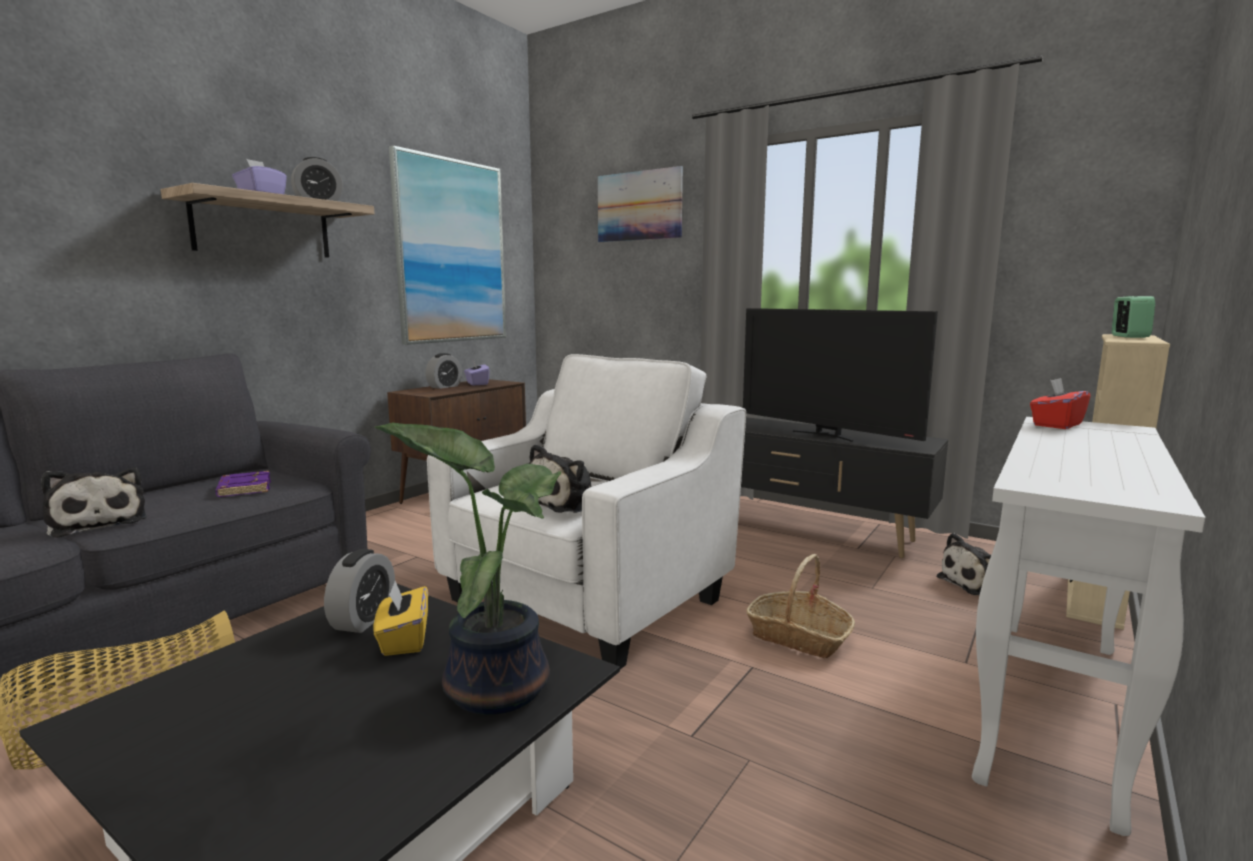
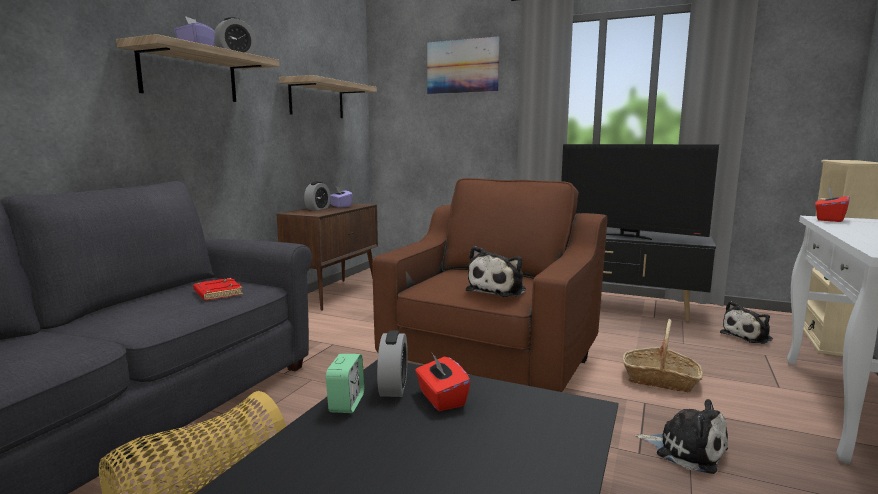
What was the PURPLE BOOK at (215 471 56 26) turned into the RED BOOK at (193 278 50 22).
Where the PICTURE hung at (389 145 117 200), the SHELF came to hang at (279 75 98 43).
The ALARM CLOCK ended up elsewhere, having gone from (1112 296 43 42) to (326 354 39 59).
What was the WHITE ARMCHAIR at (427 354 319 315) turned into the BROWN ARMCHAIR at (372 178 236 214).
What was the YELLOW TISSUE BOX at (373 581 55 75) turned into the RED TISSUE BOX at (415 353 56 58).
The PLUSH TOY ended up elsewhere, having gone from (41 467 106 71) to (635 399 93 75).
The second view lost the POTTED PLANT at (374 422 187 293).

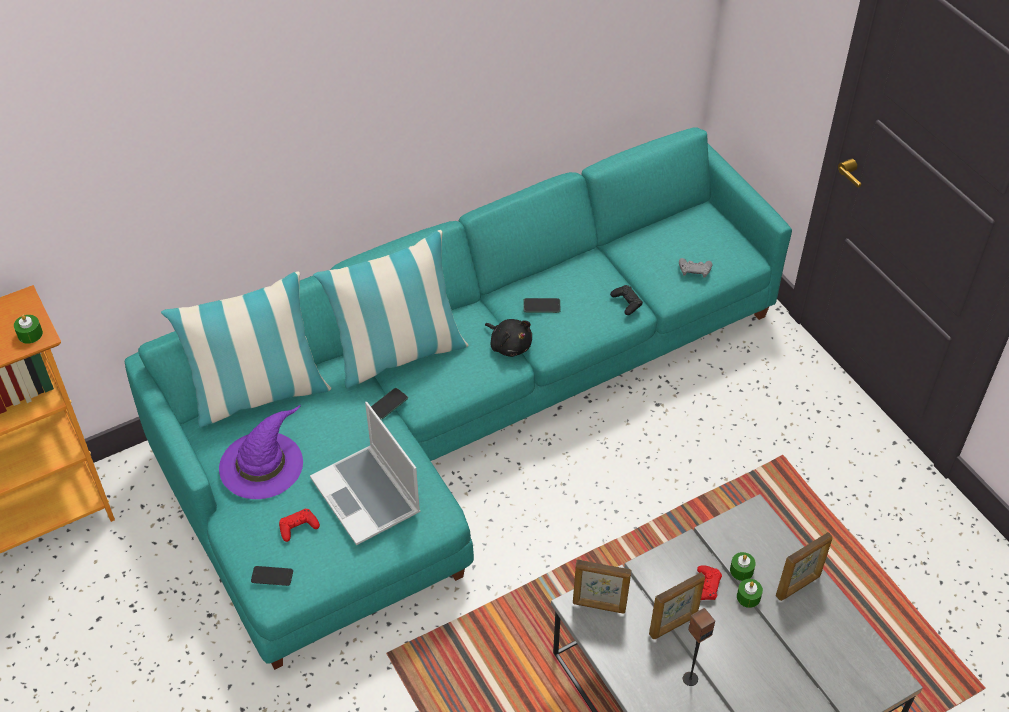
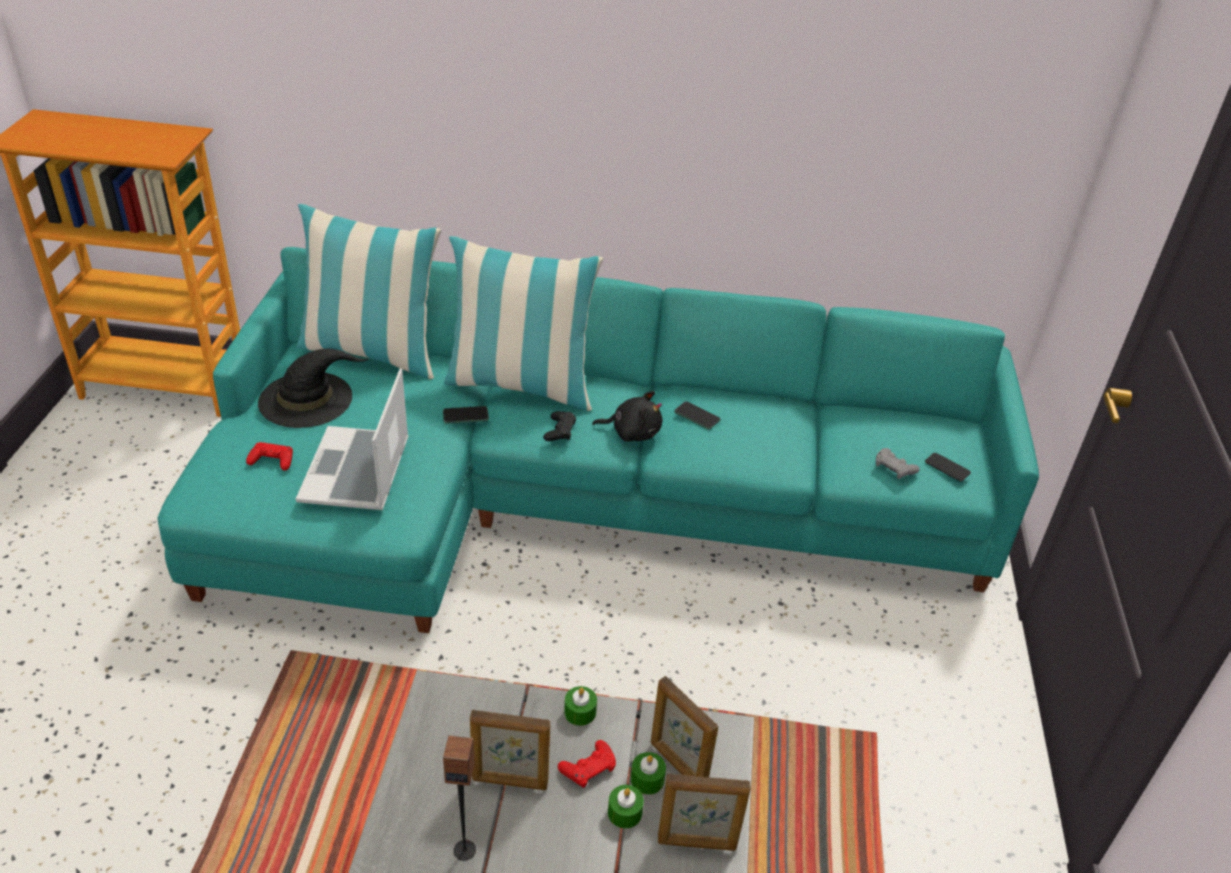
What was the PURPLE HAT at (219 405 84 94) turned into the BLACK HAT at (258 348 111 80).
The BLACK GAME CONTROLLER ended up elsewhere, having gone from (610 285 33 30) to (543 411 33 30).
The GREEN CANDLE ended up elsewhere, having gone from (14 314 29 30) to (564 686 33 40).
The BLACK PLUSH TOY at (485 319 47 38) ended up facing another way, 75 degrees counterclockwise from before.
The PICTURE FRAME ended up elsewhere, having gone from (573 559 58 55) to (651 676 67 101).
The PHONE ended up elsewhere, having gone from (251 566 42 20) to (925 453 46 29).

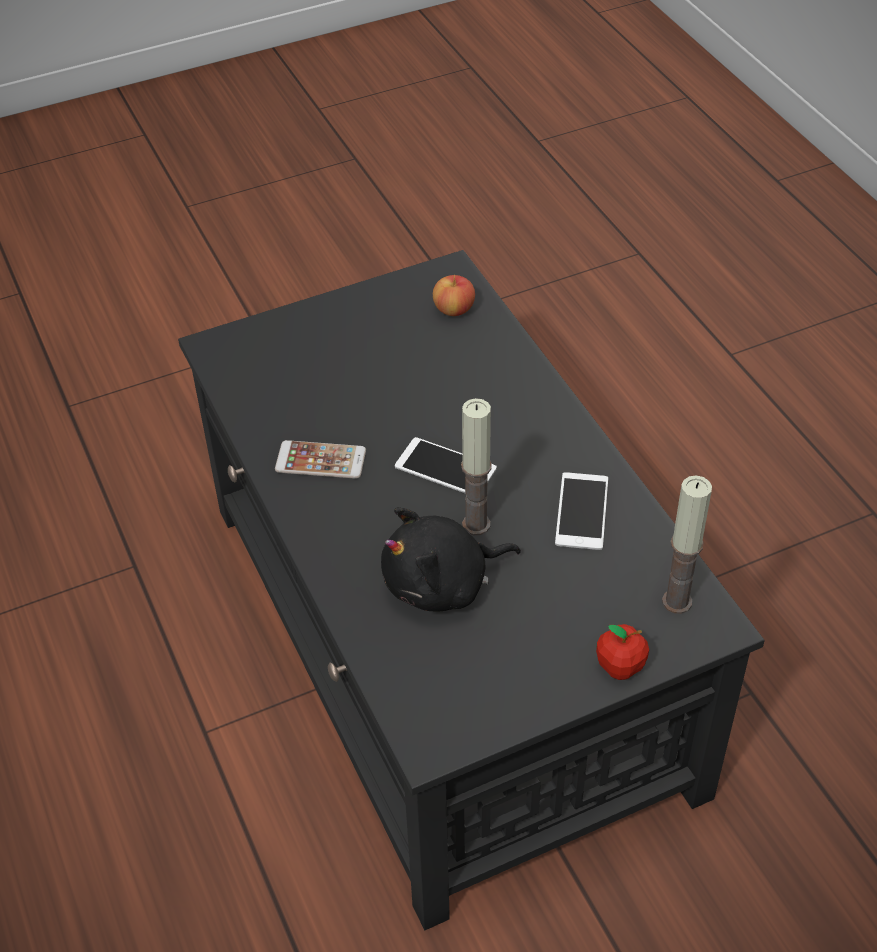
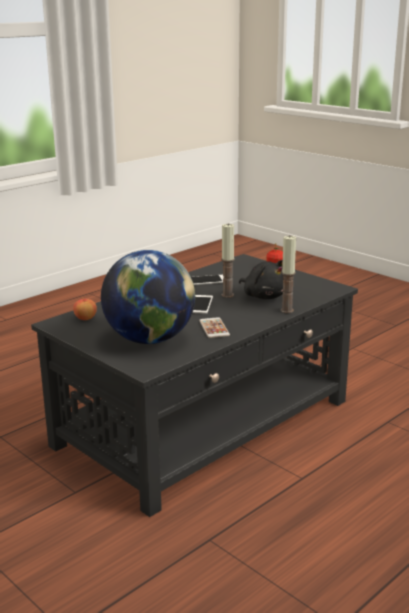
The second view gained the GLOBE at (101 250 94 94).
The CANDLE ended up elsewhere, having gone from (662 475 50 139) to (280 236 16 77).

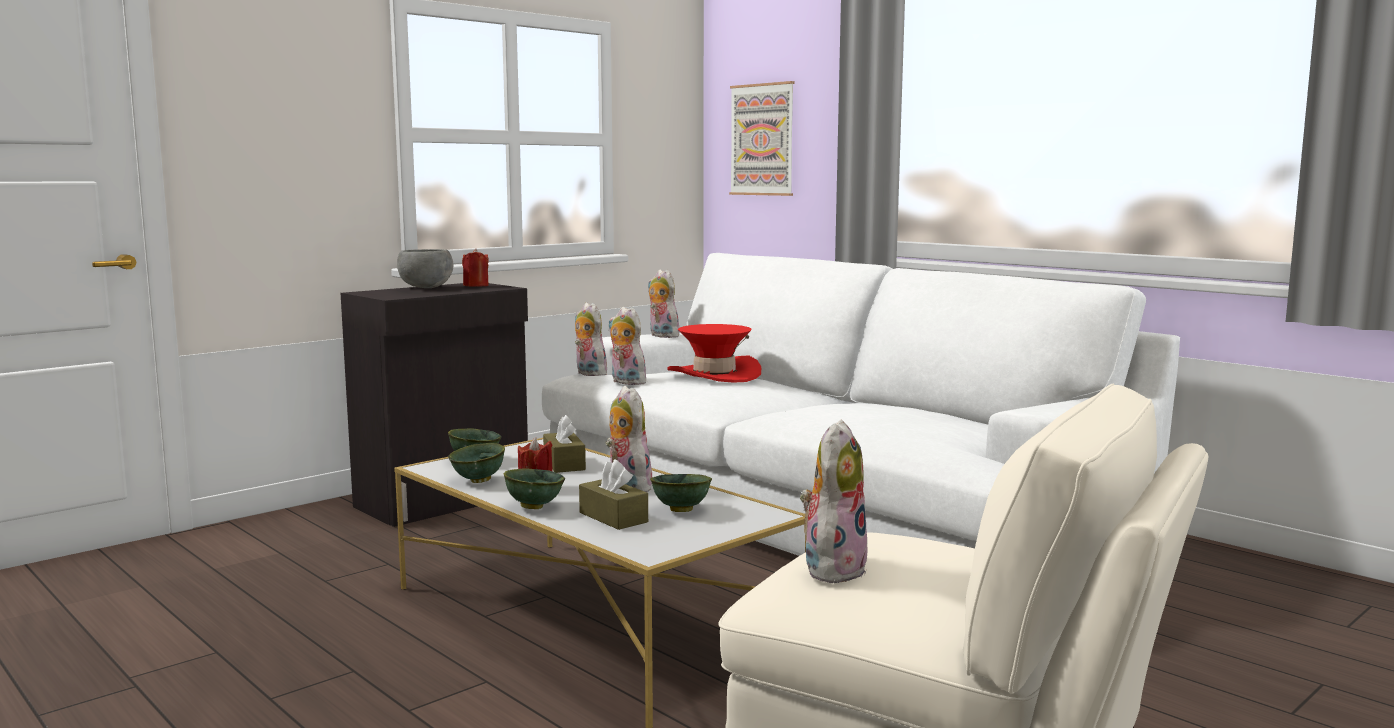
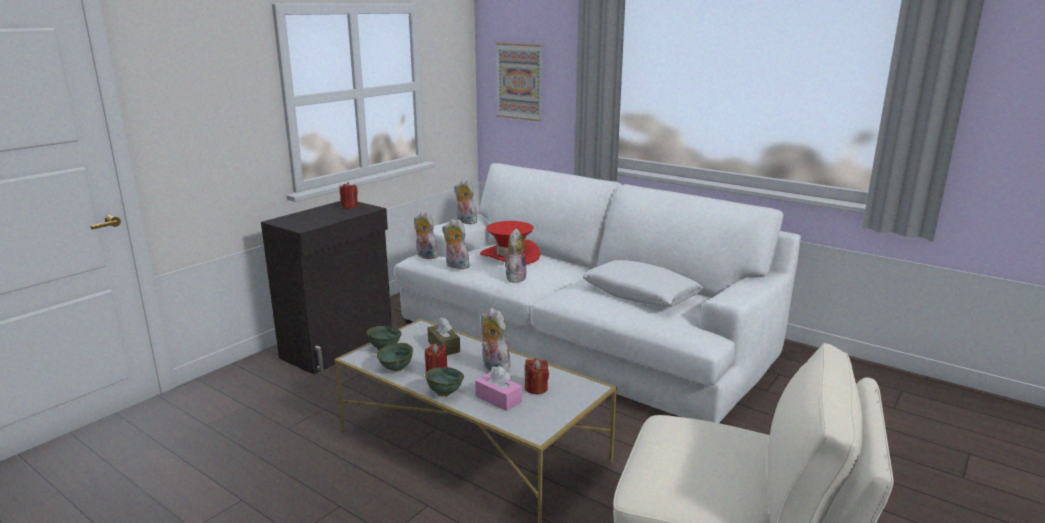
What was the BROWN TISSUE BOX at (579 460 69 70) turned into the PINK TISSUE BOX at (475 366 47 45).
The PLUSH TOY ended up elsewhere, having gone from (800 420 68 163) to (503 228 23 55).
Where the GREEN BOWL stood at (650 474 62 38), the RED CANDLE came to stand at (525 358 24 36).
The second view gained the WHITE PILLOW at (582 260 121 47).
The second view lost the GREY BOWL at (397 249 56 39).

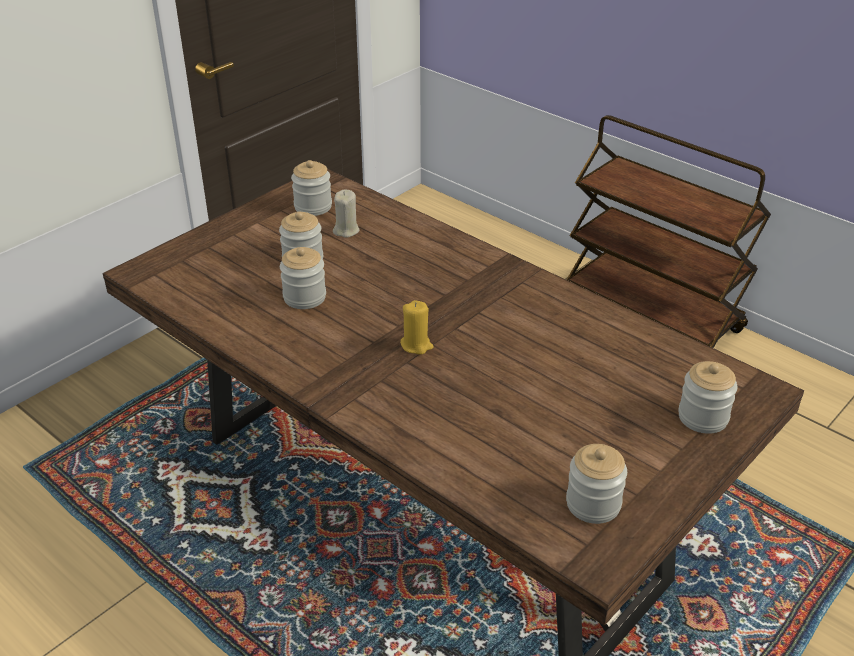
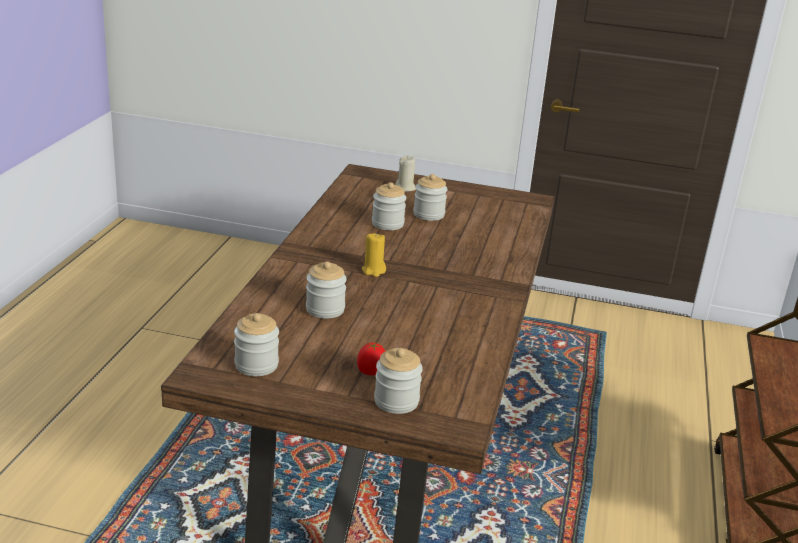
The JAR ended up elsewhere, having gone from (291 160 41 56) to (306 261 41 58).
The second view gained the TOMATO at (357 343 28 32).
The BEIGE CANDLE ended up elsewhere, having gone from (333 190 27 48) to (395 156 21 36).

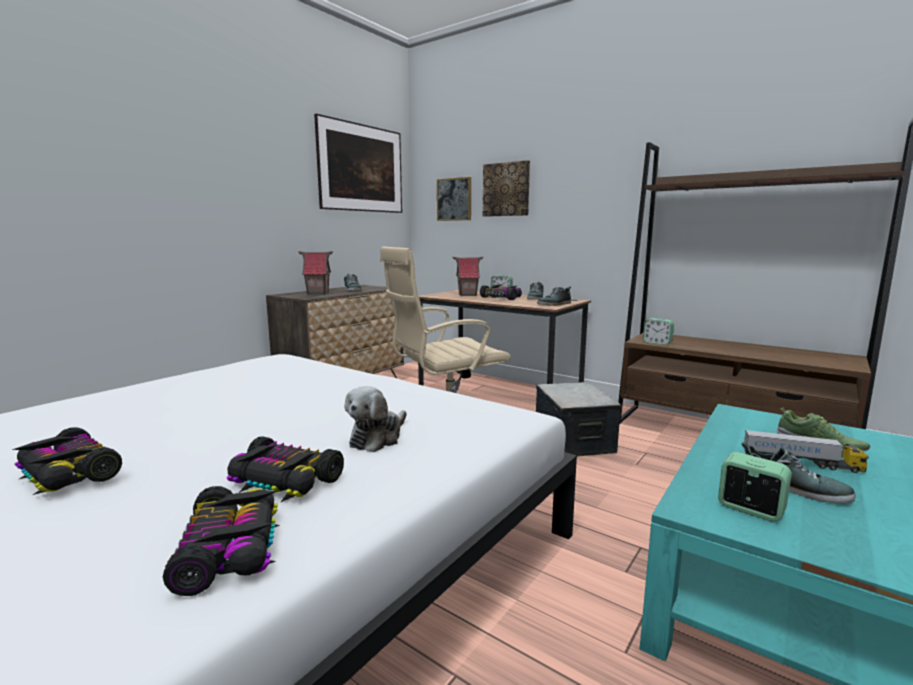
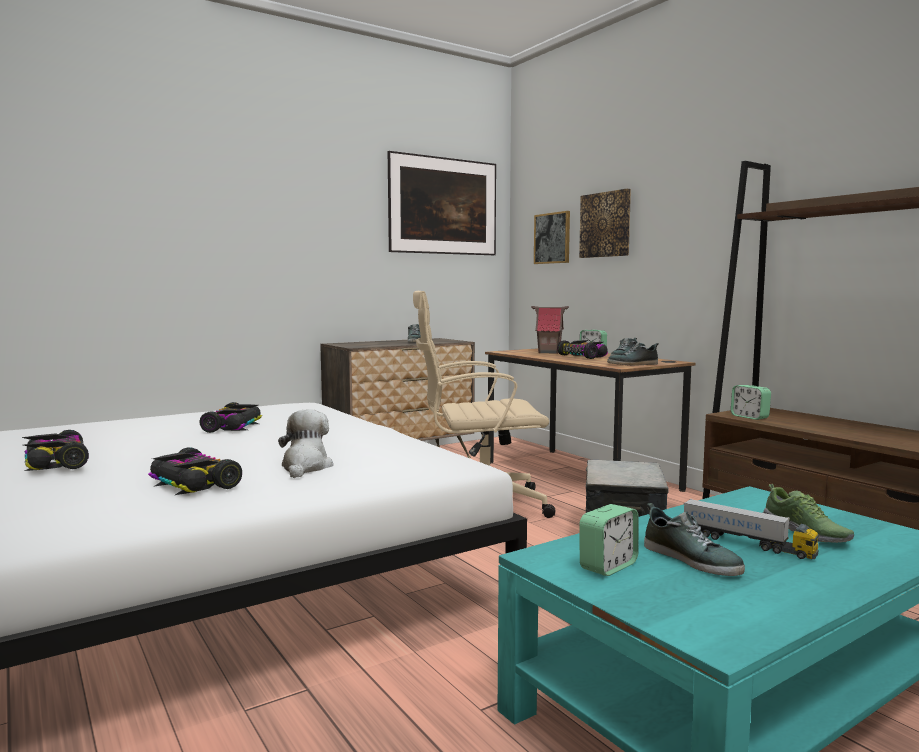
The TOY CAR ended up elsewhere, having gone from (163 486 118 110) to (199 402 63 31).
The PLUSH TOY at (344 386 62 66) ended up facing another way, 135 degrees clockwise from before.
The ALARM CLOCK at (718 452 74 70) ended up facing another way, 75 degrees clockwise from before.
The second view lost the TOY HOUSE at (298 251 35 44).

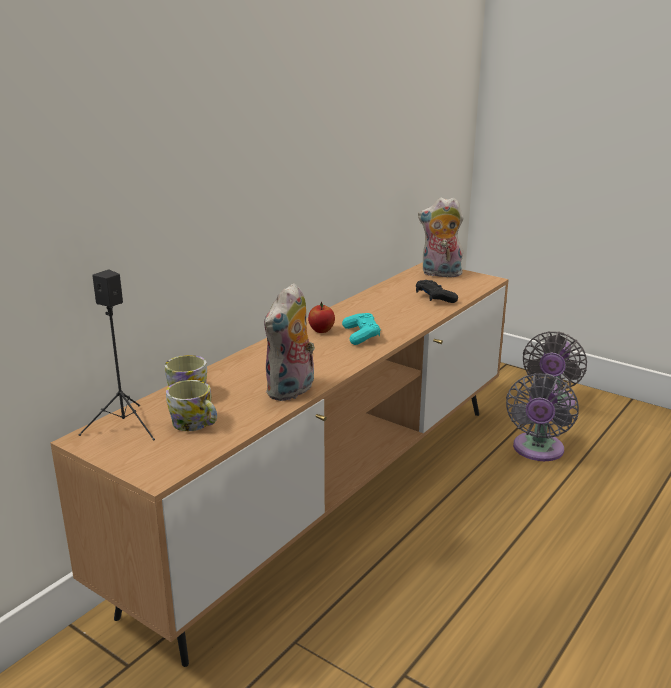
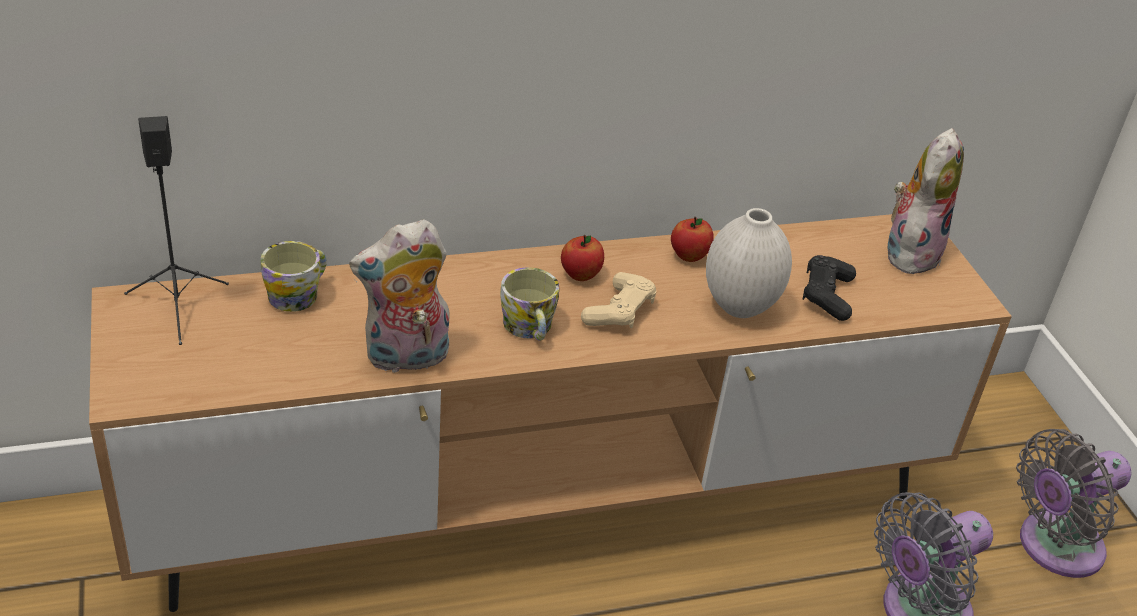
The MUG ended up elsewhere, having gone from (166 380 51 51) to (500 267 59 74).
What was the TURQUOISE GAME CONTROLLER at (342 313 38 32) turned into the BEIGE GAME CONTROLLER at (581 272 76 57).
The second view gained the APPLE at (671 217 43 45).
The second view gained the WHITE VASE at (706 208 86 110).
The PLUSH TOY at (418 197 46 80) ended up facing another way, 75 degrees clockwise from before.

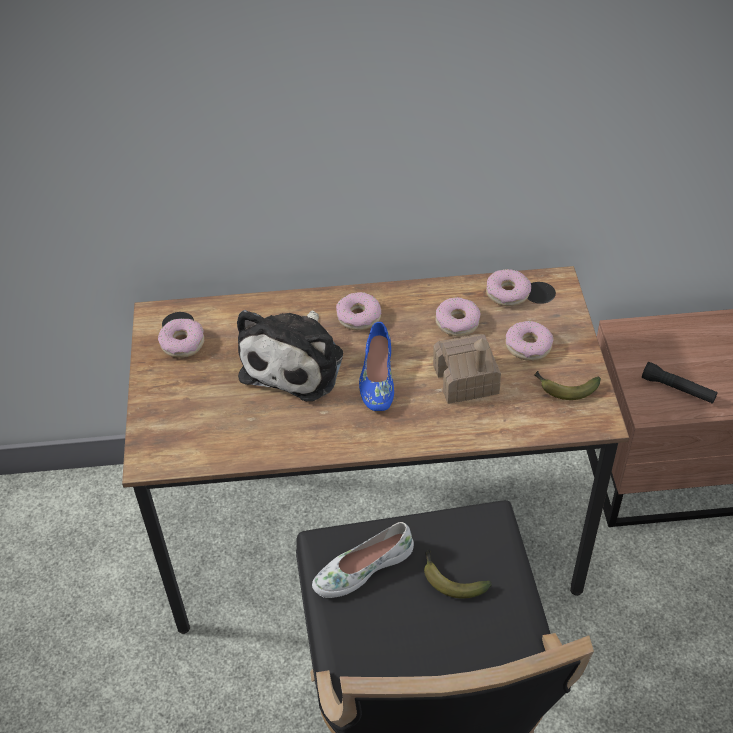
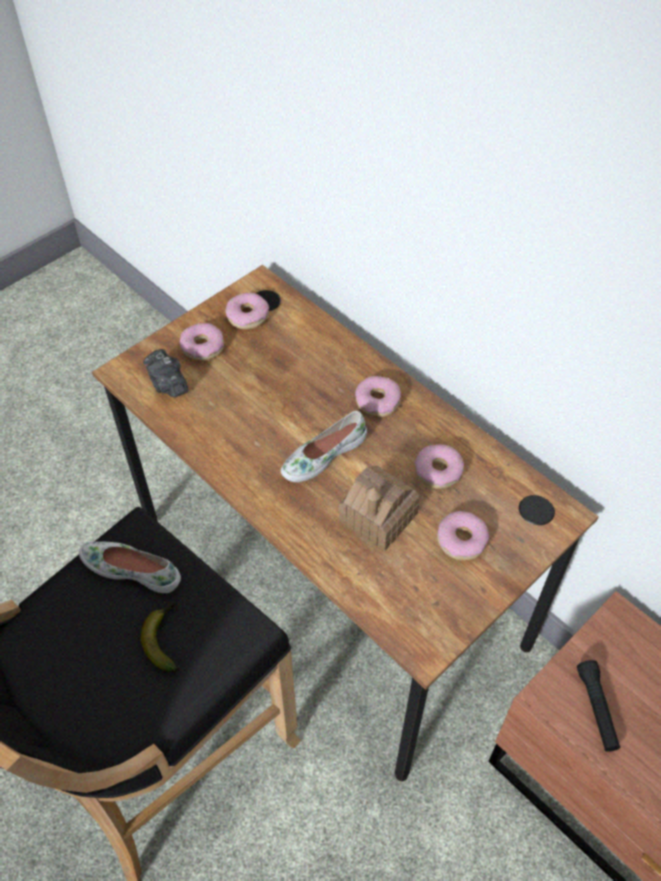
The second view gained the PHOTO CAMERA at (143 349 45 48).
The DONUT ended up elsewhere, having gone from (486 269 45 37) to (180 323 44 38).
What was the BLUE SHOE at (359 322 35 89) turned into the WHITE SHOE at (281 411 86 71).
The second view lost the PLUSH TOY at (237 310 106 91).
The second view lost the BANANA at (534 371 67 29).

